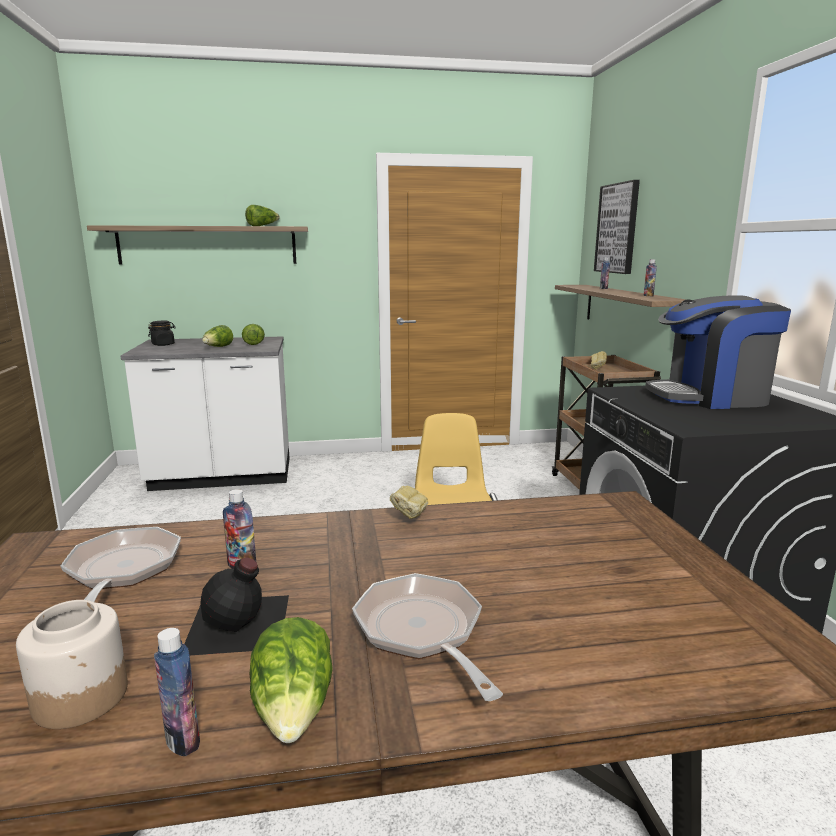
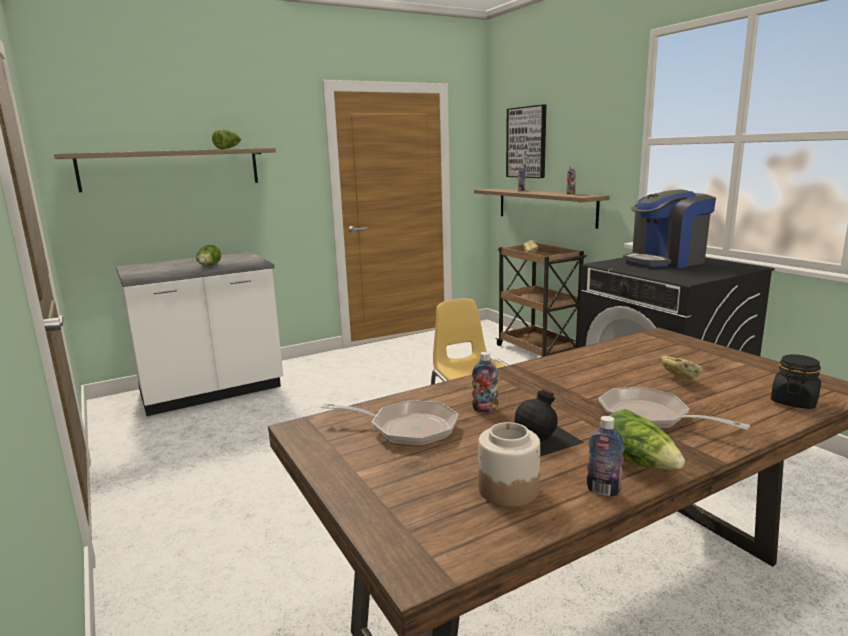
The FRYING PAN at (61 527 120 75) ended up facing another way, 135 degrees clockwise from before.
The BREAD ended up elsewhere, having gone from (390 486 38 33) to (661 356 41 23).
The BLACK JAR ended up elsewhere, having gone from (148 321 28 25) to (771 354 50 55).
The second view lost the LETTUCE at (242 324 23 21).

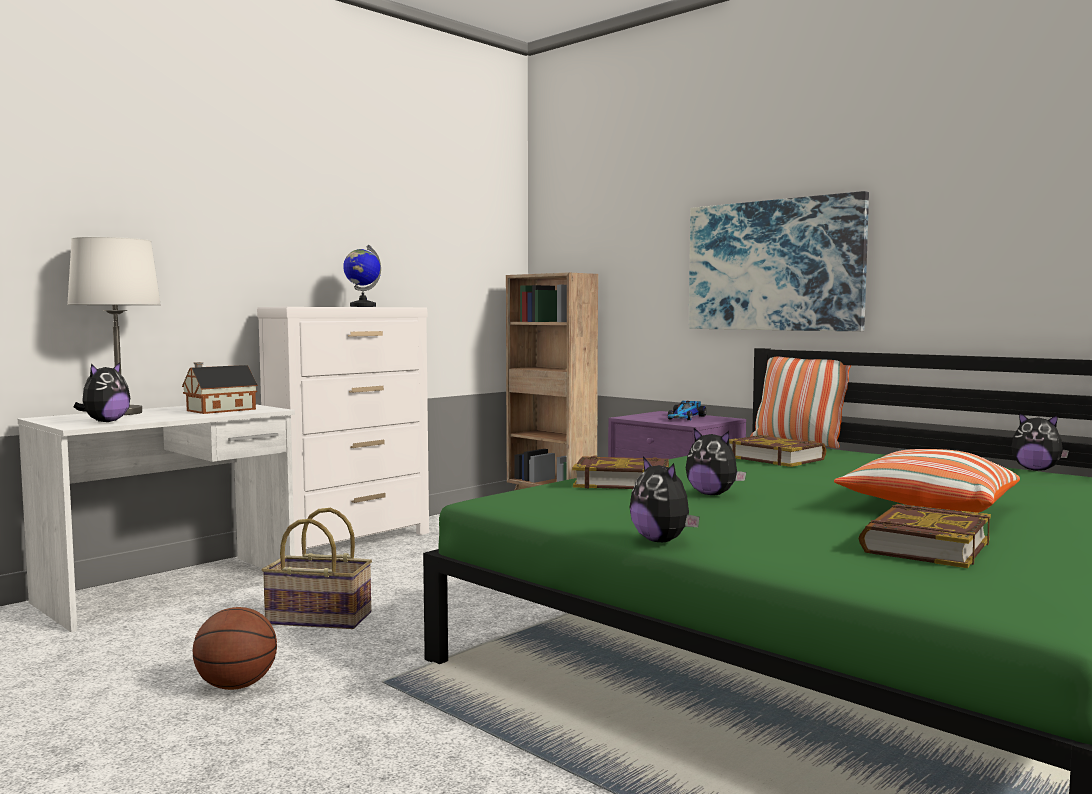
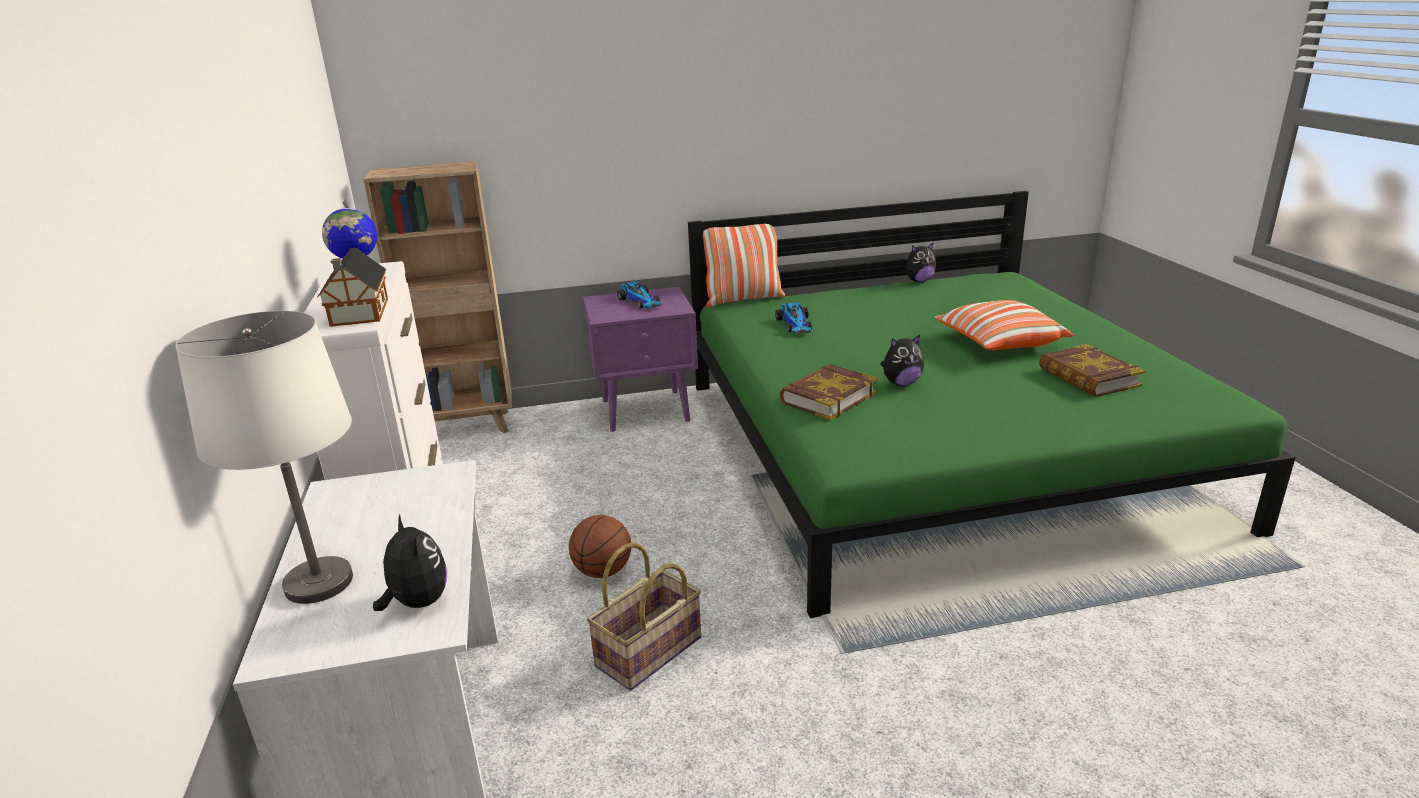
The TOY HOUSE ended up elsewhere, having gone from (182 362 76 52) to (317 248 71 79).
The BASKETBALL ended up elsewhere, having gone from (193 607 84 83) to (569 515 62 63).
Where the BOOK stood at (729 435 97 32), the TOY CAR came to stand at (775 302 37 32).
The second view lost the PLUSH TOY at (629 457 70 85).
The second view lost the PICTURE at (689 191 180 140).

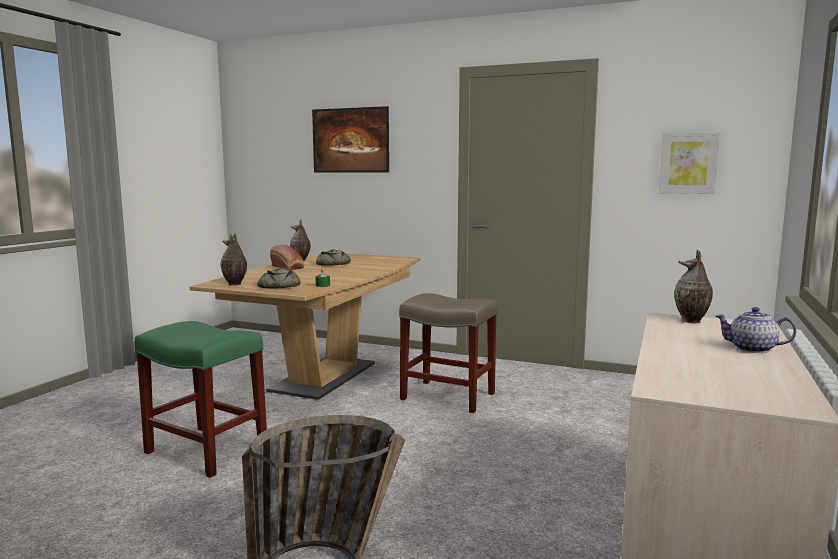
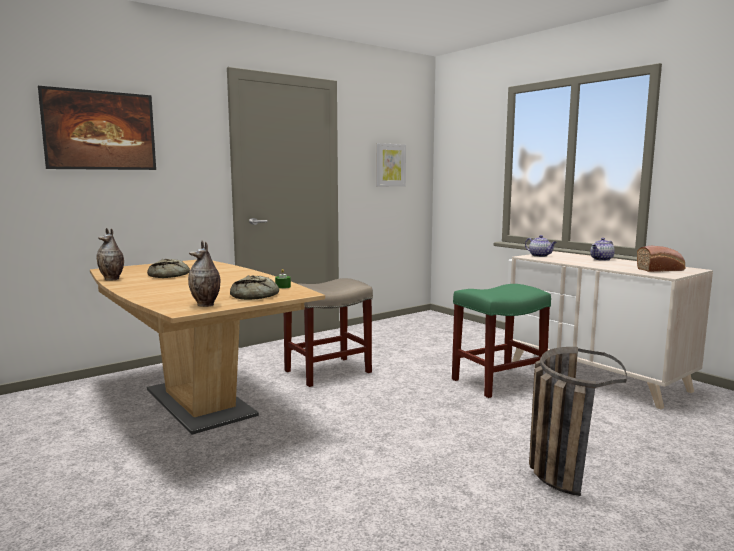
The GREEN STOOL ended up elsewhere, having gone from (134 321 133 157) to (452 284 99 114).
Where the VASE stood at (675 249 38 74), the TEAPOT came to stand at (525 235 32 22).
The BREAD ended up elsewhere, having gone from (270 245 34 25) to (637 246 48 26).

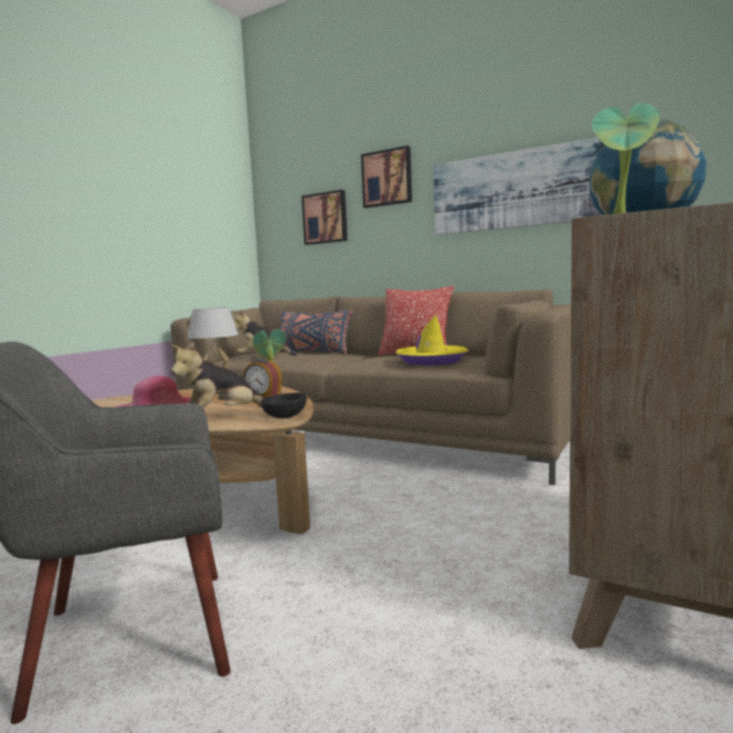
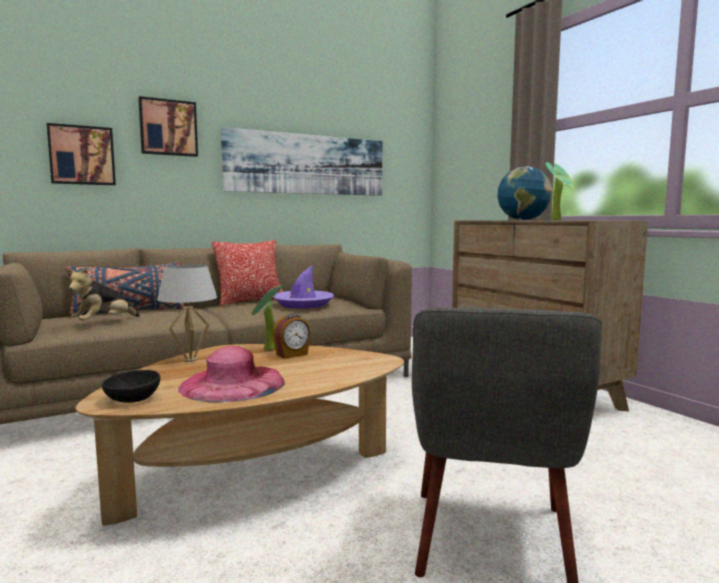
The BLACK BOWL ended up elsewhere, having gone from (261 393 46 25) to (102 370 58 33).
What was the YELLOW HAT at (395 315 73 50) turned into the PURPLE HAT at (273 266 61 42).
The second view lost the PLUSH TOY at (171 342 92 66).

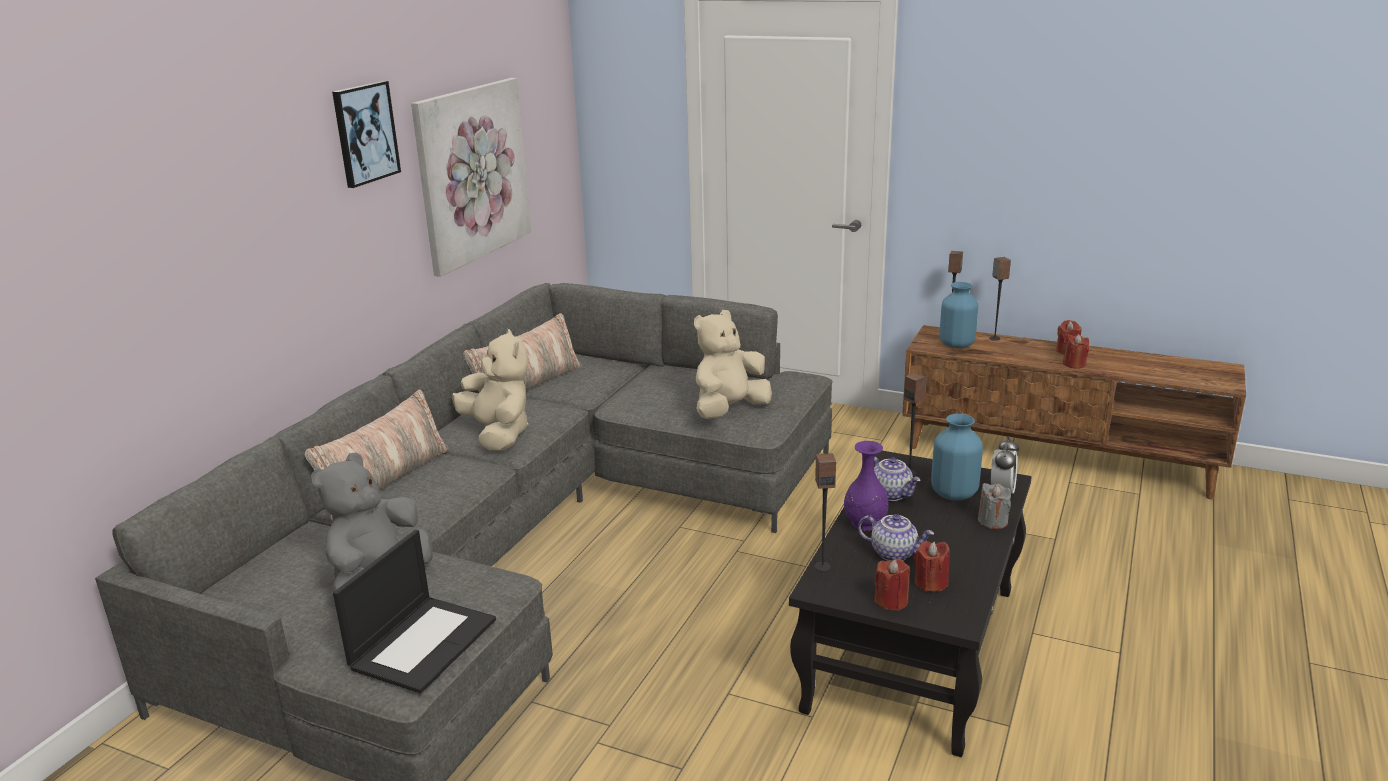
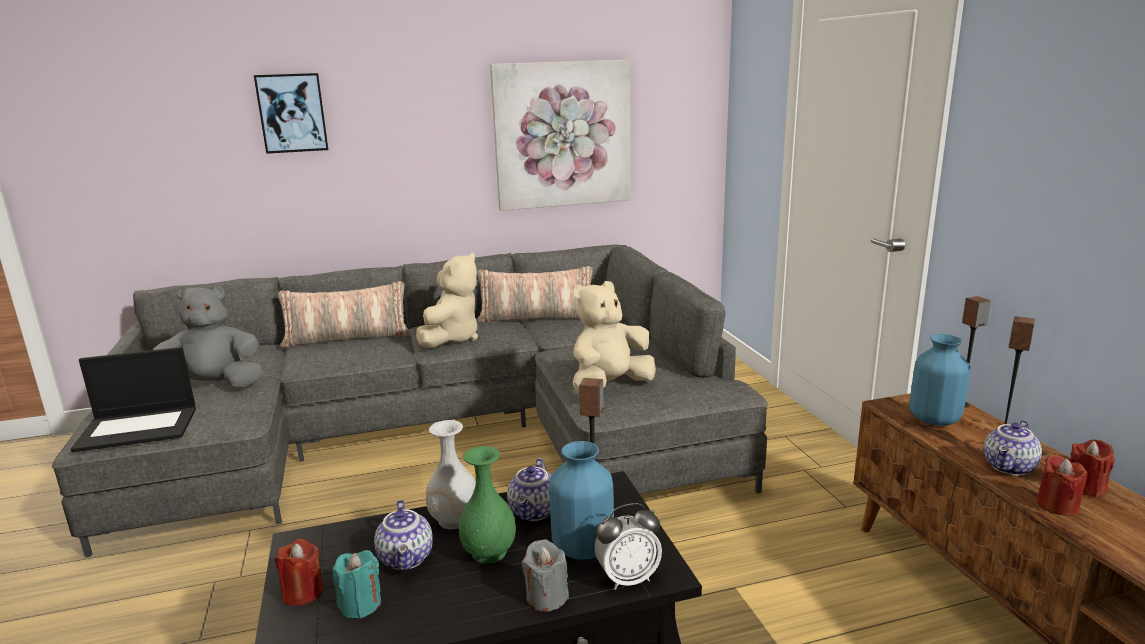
The PICTURE ended up elsewhere, having gone from (332 81 69 107) to (254 73 75 81).
What was the RED CANDLE at (914 541 36 51) turned into the TURQUOISE CANDLE at (332 550 49 69).
What was the PURPLE VASE at (844 441 45 90) turned into the WHITE VASE at (426 420 50 109).
The second view gained the GREEN VASE at (459 446 57 118).
The BEIGE PLUSH TOY at (694 310 78 109) ended up facing another way, 45 degrees counterclockwise from before.
The second view gained the TEAPOT at (984 420 58 56).
The second view lost the SPEAKER at (815 453 21 118).

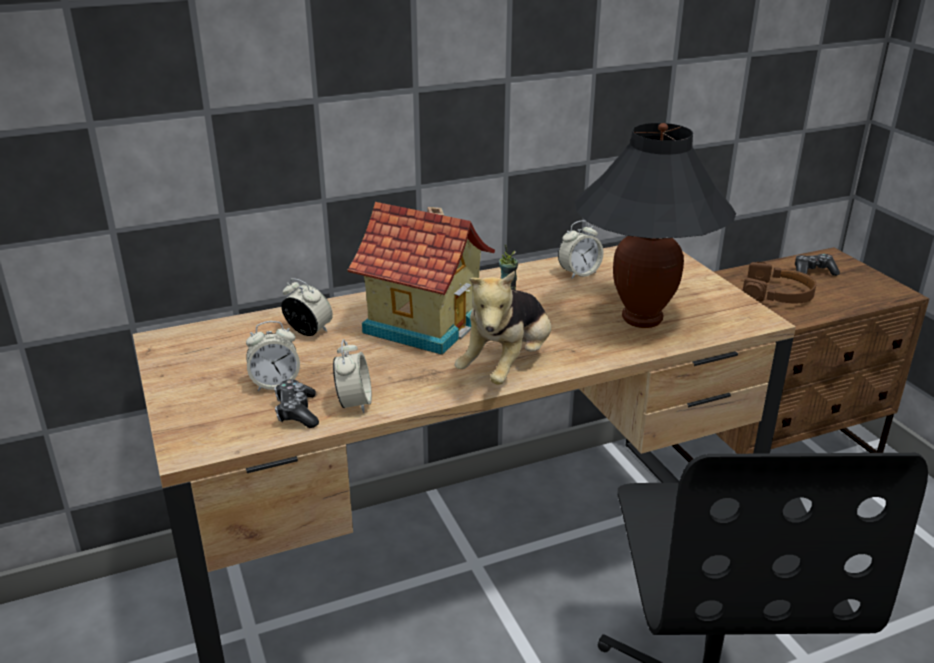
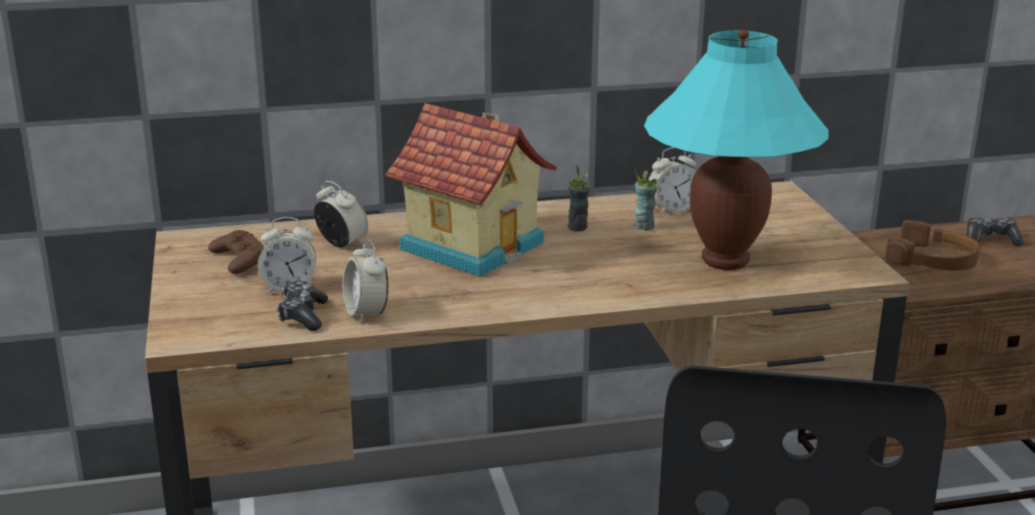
The second view gained the BROWN GAME CONTROLLER at (208 230 56 44).
The ALARM CLOCK at (333 339 39 74) ended up facing another way, 150 degrees clockwise from before.
The second view gained the CUP at (634 167 24 64).
What was the BLACK TABLE LAMP at (575 123 161 205) turned into the TURQUOISE TABLE LAMP at (644 30 185 240).
The second view lost the PLUSH TOY at (455 271 97 113).

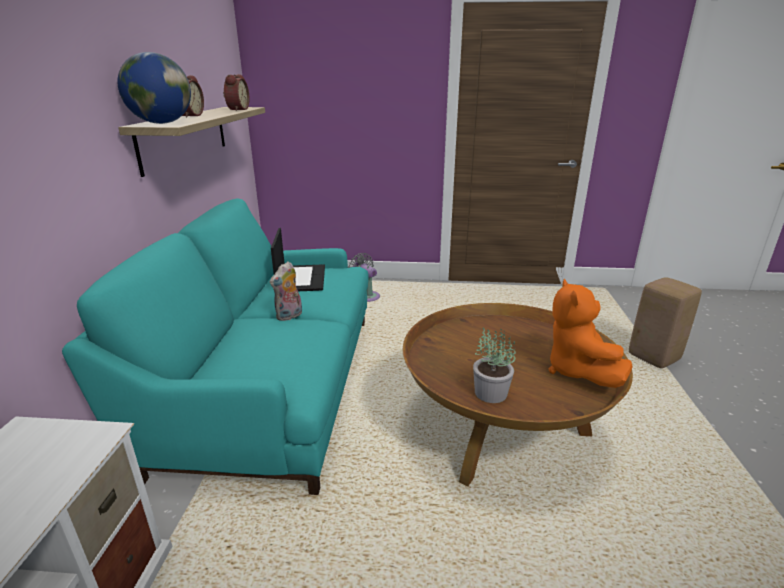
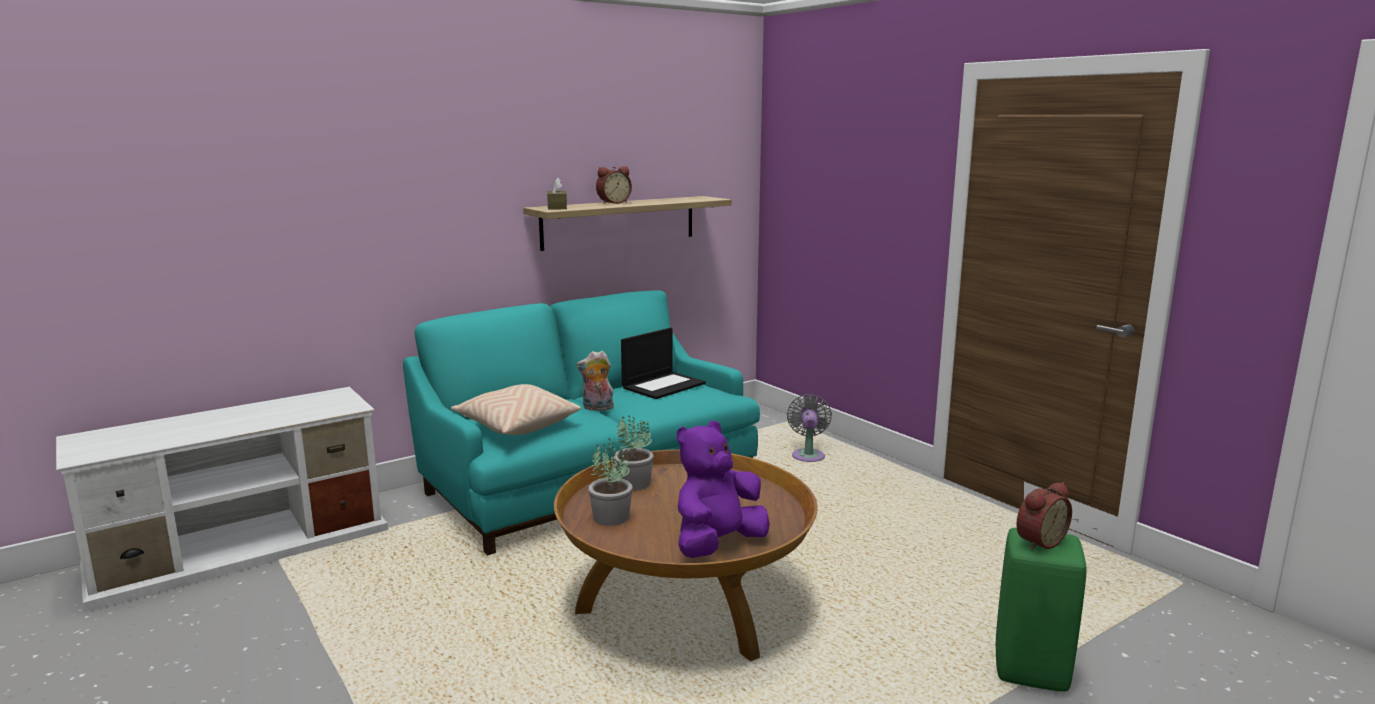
The second view gained the BEIGE PILLOW at (451 384 130 51).
Where the GLOBE stood at (117 52 74 72), the BROWN TISSUE BOX came to stand at (547 177 20 33).
The second view gained the POTTED PLANT at (613 416 41 75).
What was the ORANGE PLUSH TOY at (548 278 85 110) turned into the PURPLE PLUSH TOY at (677 421 93 137).
What was the BEIGE STOOL at (629 277 73 91) turned into the GREEN STOOL at (996 528 91 164).
The ALARM CLOCK ended up elsewhere, having gone from (223 74 26 37) to (1017 482 55 69).

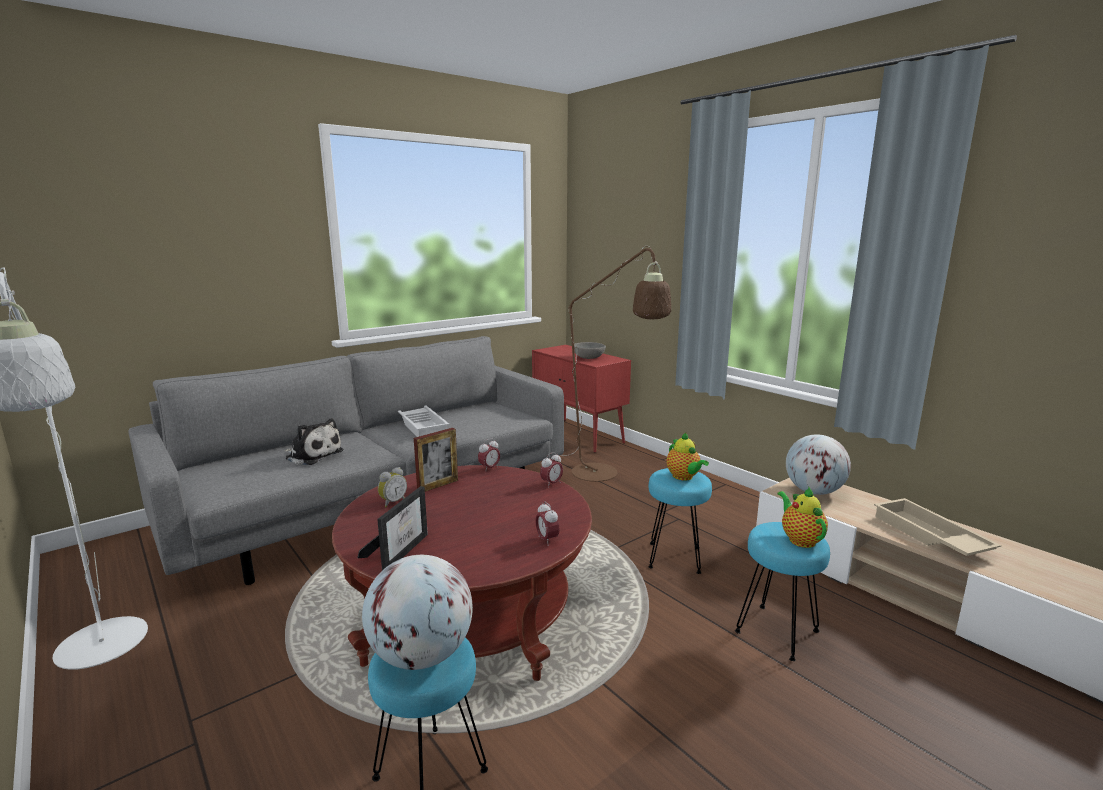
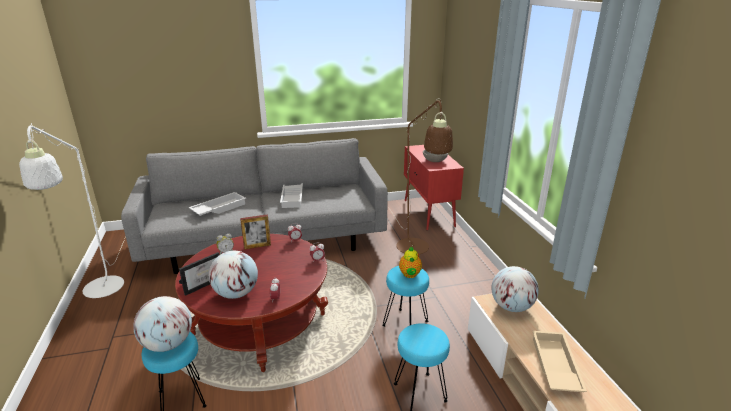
Where the PLUSH TOY stood at (284 418 59 47), the WHITE TRAY came to stand at (189 192 57 24).
The second view gained the GLOBE at (209 251 49 48).
The second view lost the TEAPOT at (777 487 51 61).

